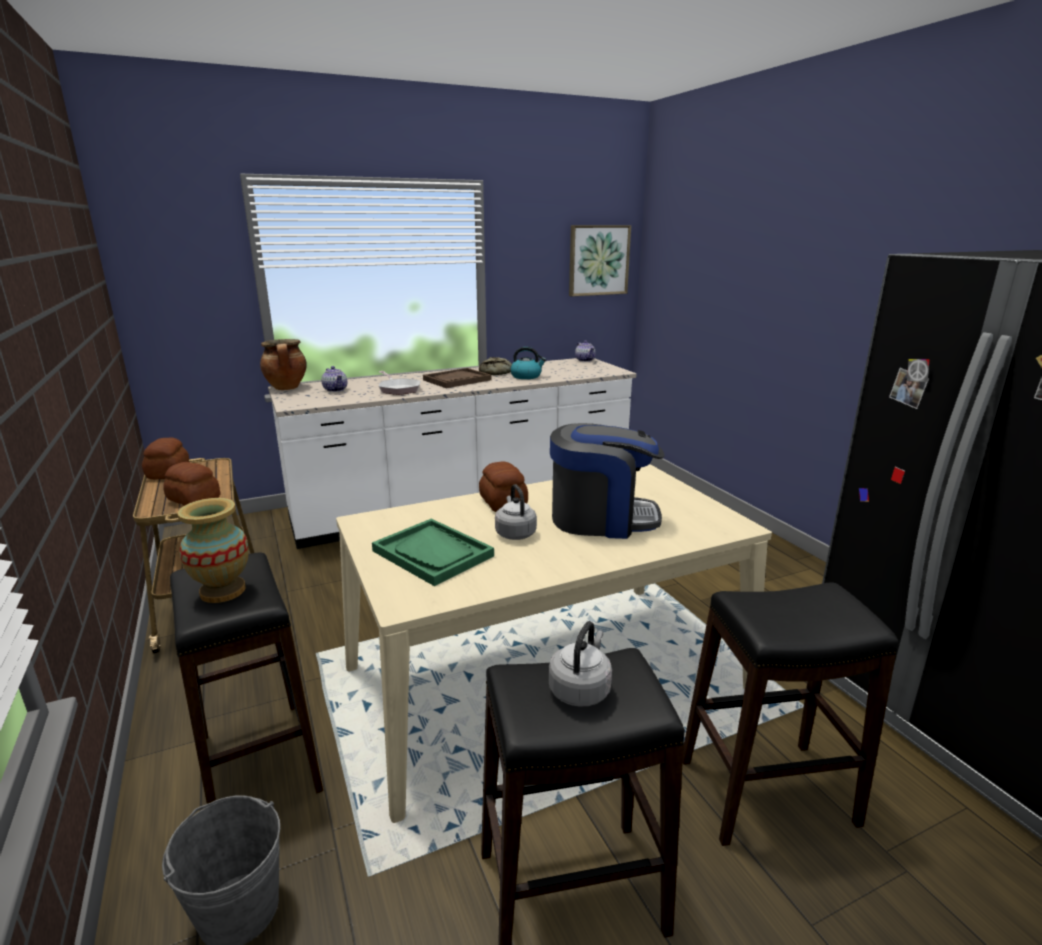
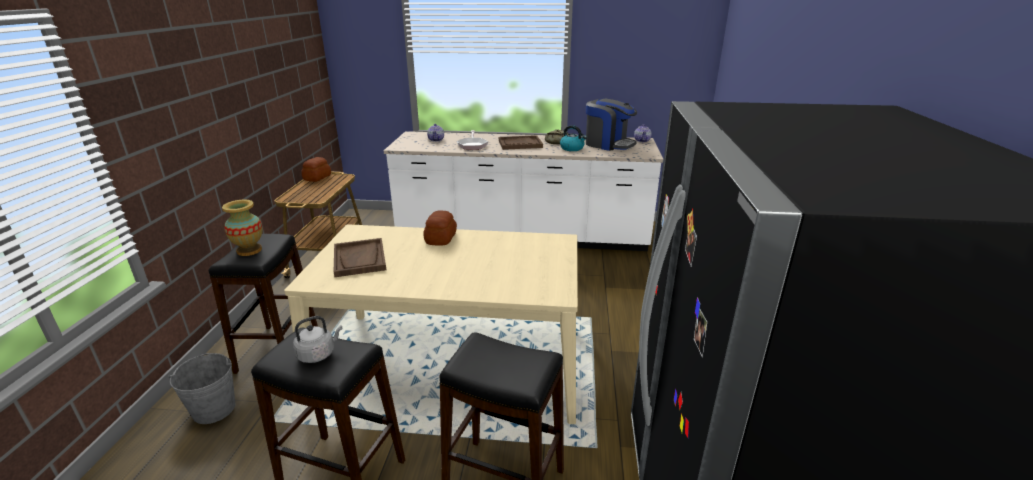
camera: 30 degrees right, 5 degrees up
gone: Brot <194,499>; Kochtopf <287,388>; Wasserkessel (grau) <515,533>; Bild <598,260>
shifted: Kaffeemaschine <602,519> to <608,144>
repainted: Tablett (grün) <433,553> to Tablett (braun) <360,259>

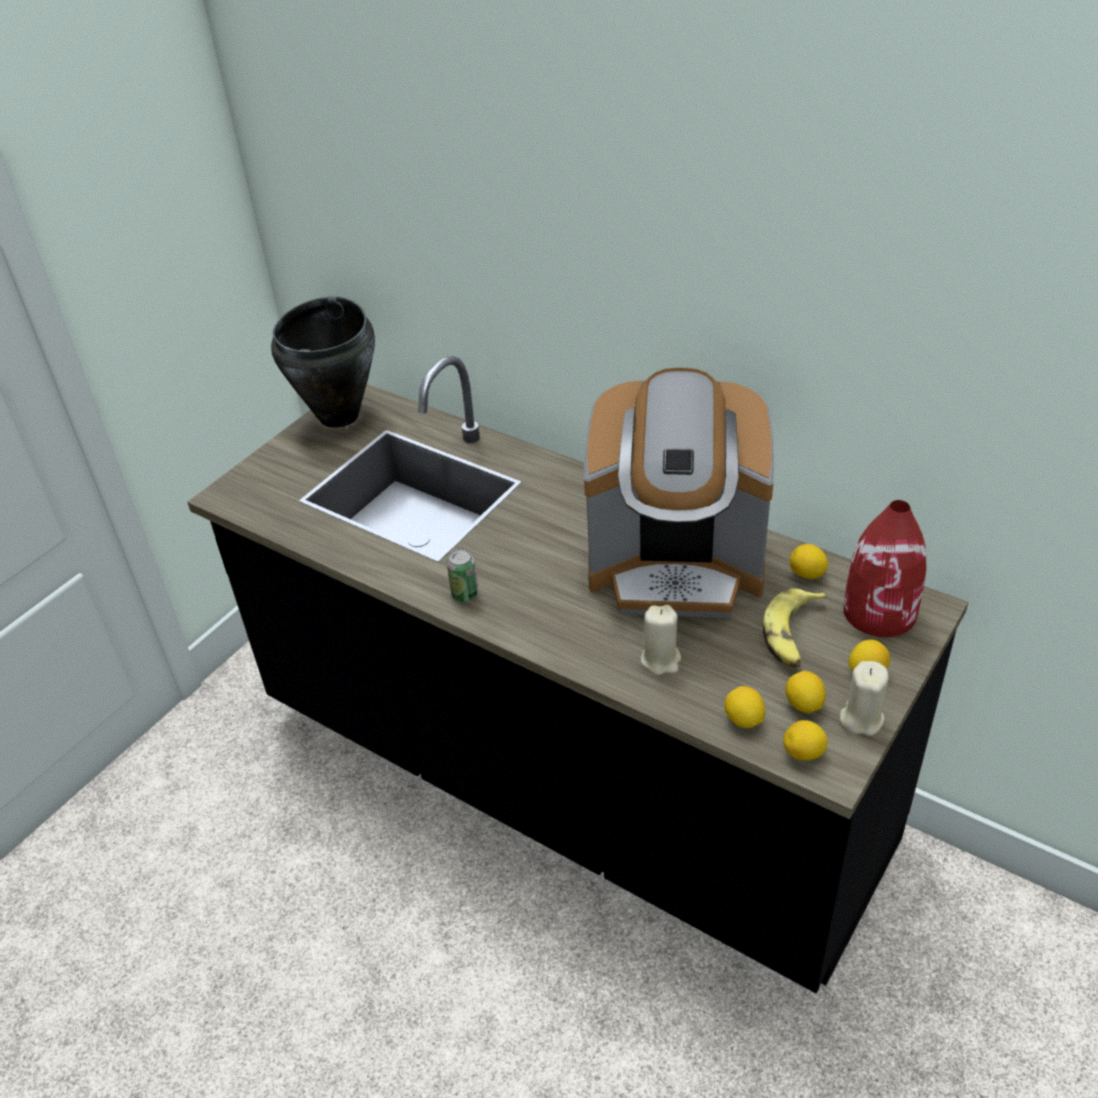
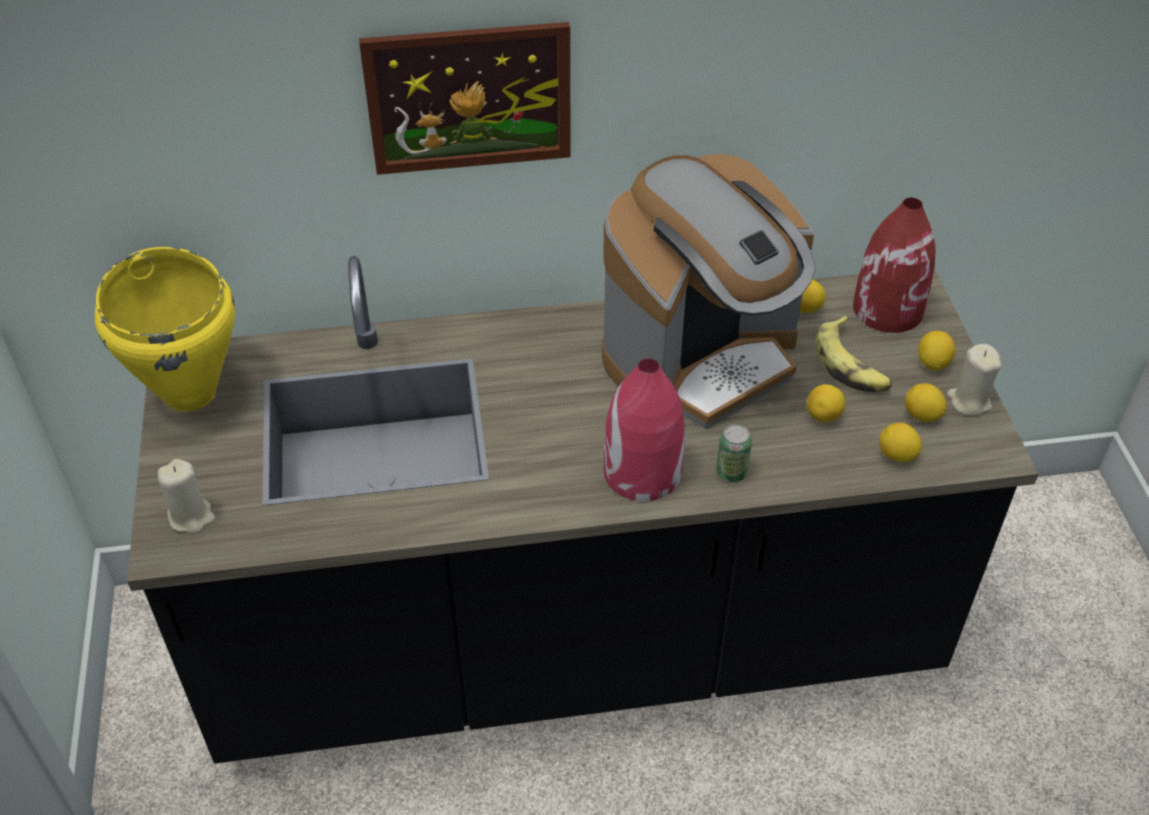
camera: 45 degrees left, 5 degrees up
new: Bild <469,98>; Vase (rot) <642,472>
shifted: Dose <465,595> to <731,472>; Kerze (beige) <661,659> to <191,516>; Zitrone <803,753> to <823,416>
repainted: Kochtopf (schwarz) <340,416> to Kochtopf (gelb) <191,392>

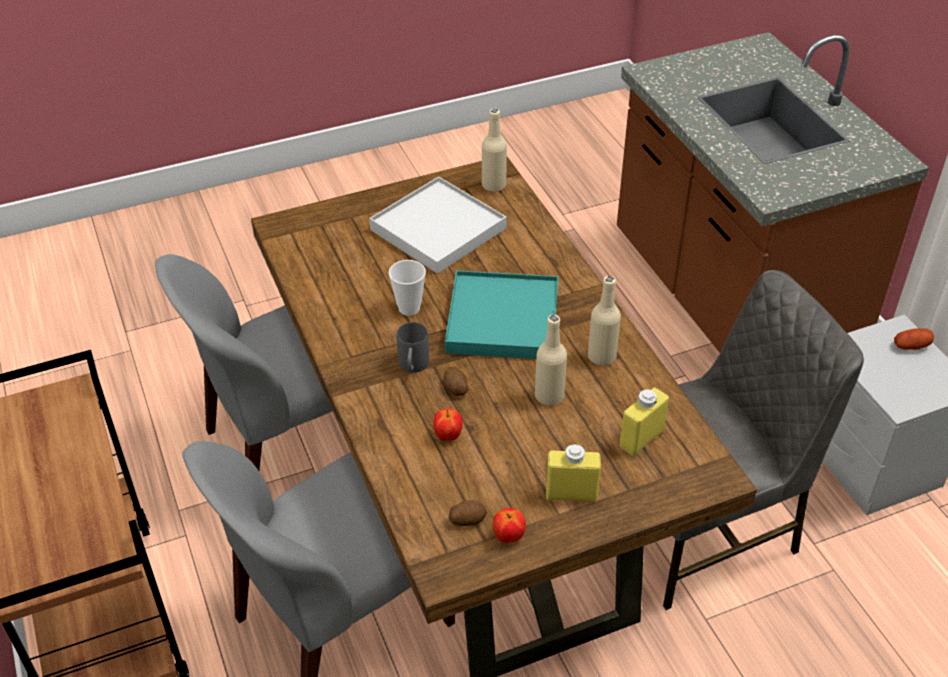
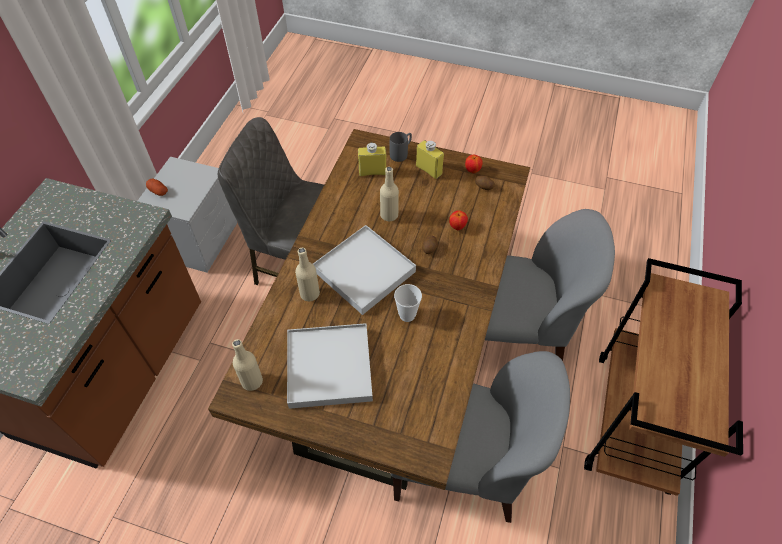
camera: 140 degrees left, 10 degrees up
shifted: Henkelbecher (grau) <413,367> to <401,153>; Flasche (beige) <601,356> to <309,294>
repainted: Tablett (türkis) <502,319> to Tablett (weiß) <364,271>

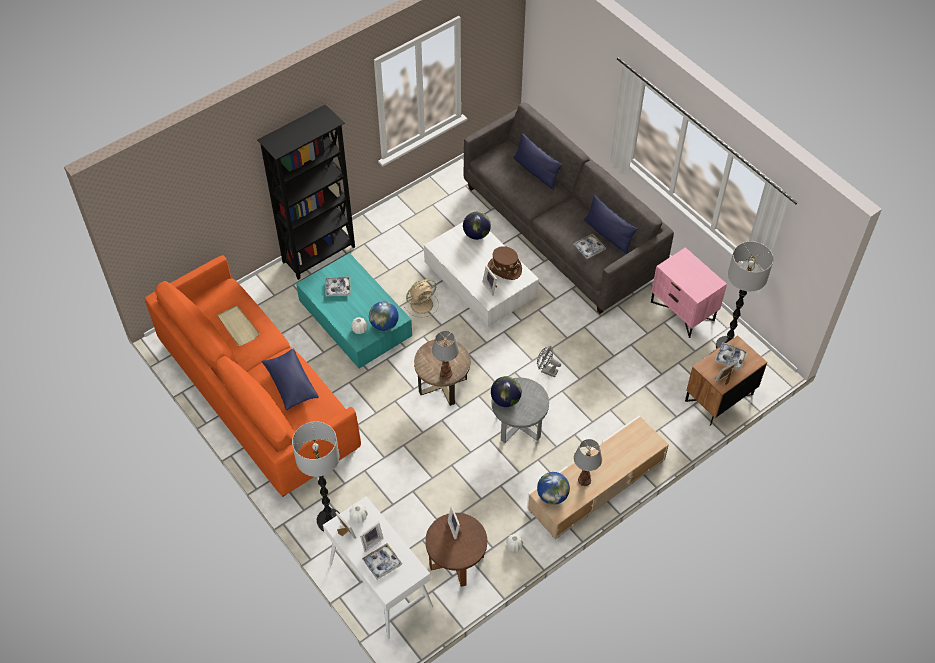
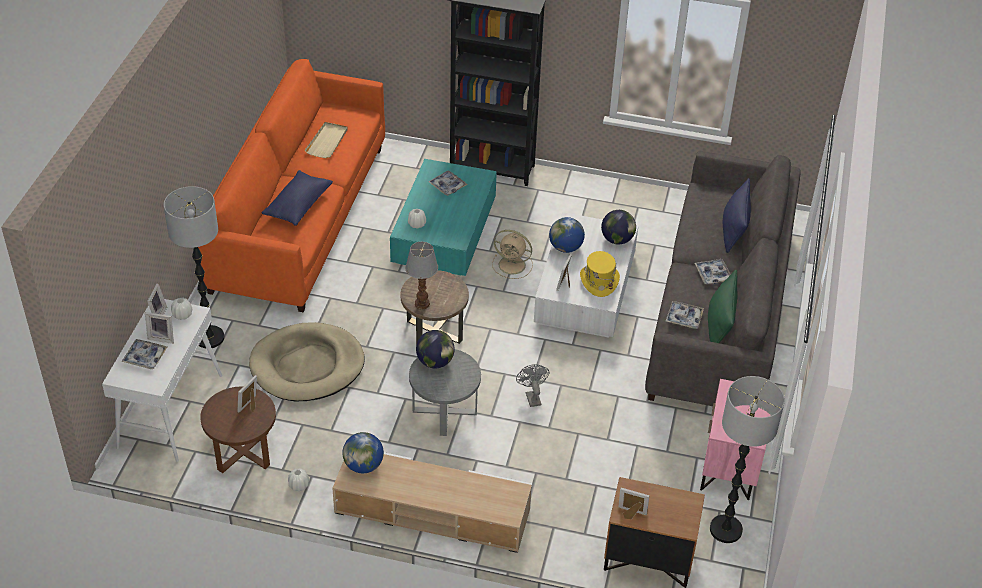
camera: 50 degrees right, 10 degrees down
gone: Tischlampe <585,480>
new: Hundebett (beige) <307,366>
shifted: Globus <384,324> to <565,248>; Tablett <730,358> to <713,274>
repainted: Hut (braun) <504,268> to Hut (gelb) <598,281>; Kissen (blau) <608,235> to Kissen (grün) <720,323>

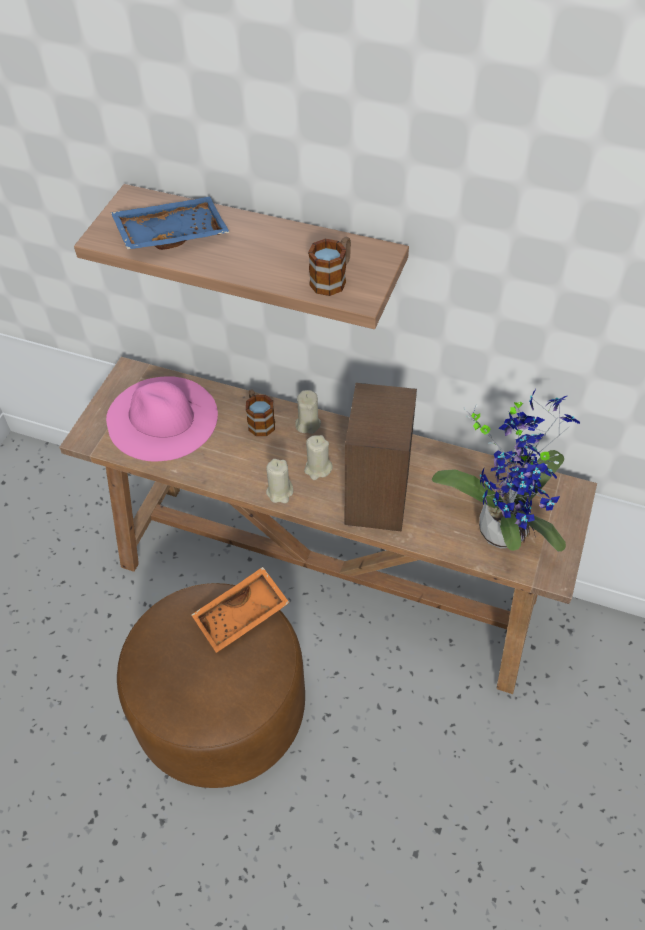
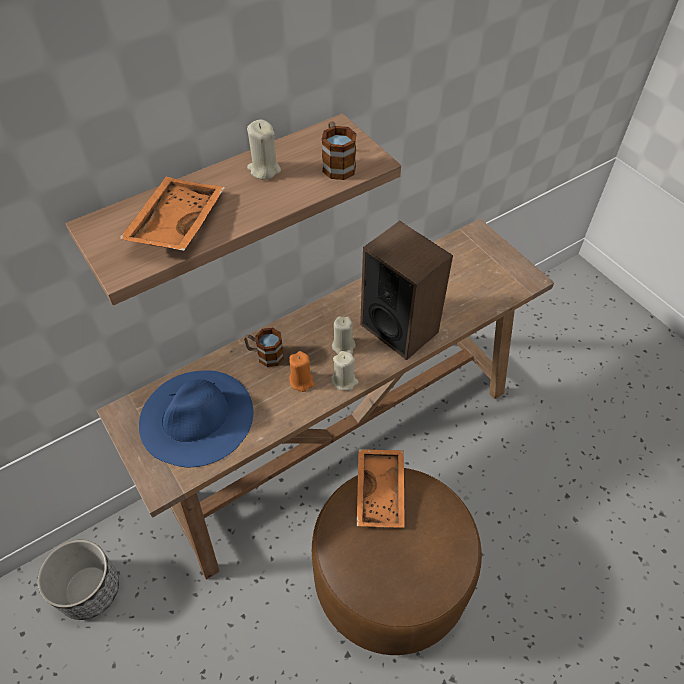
camera: 55 degrees left, 0 degrees up
gone: Topfpflanze <504,525>
new: Pflanzkübel <90,589>; Kerze (orange) <301,381>
shifted: Kerze (beige) <308,424> to <264,169>
repainted: Hut (rosa) <161,418> to Hut (blau) <196,417>; Tablett (blau) <172,234> to Tablett (orange) <175,224>

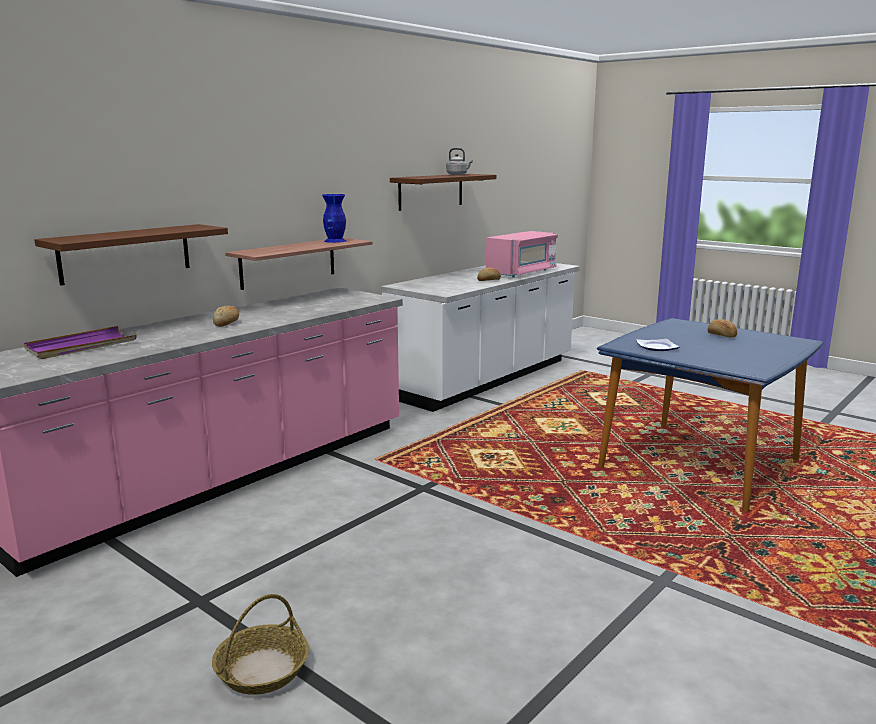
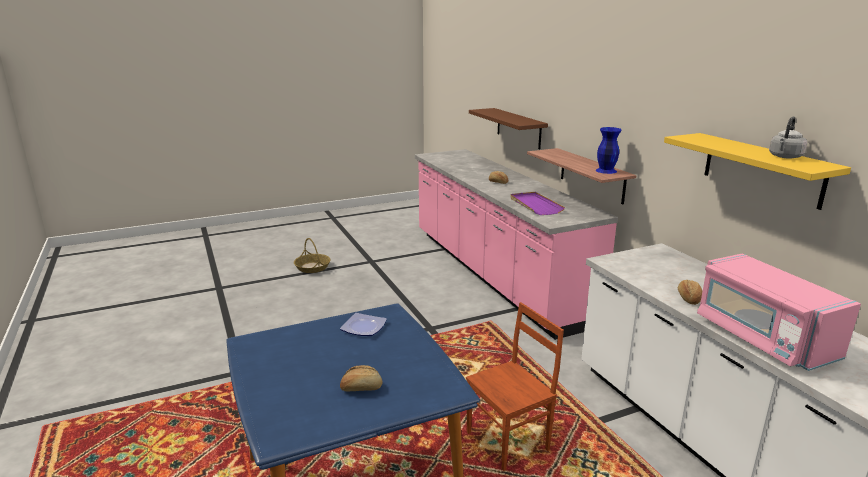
camera: 115 degrees right, 5 degrees up
new: Stuhl (braun) <509,441>
shifted: Tablett (lila) <81,346> to <535,205>
repainted: Wandregal (braun) <431,191> to Wandregal (gelb) <762,169>

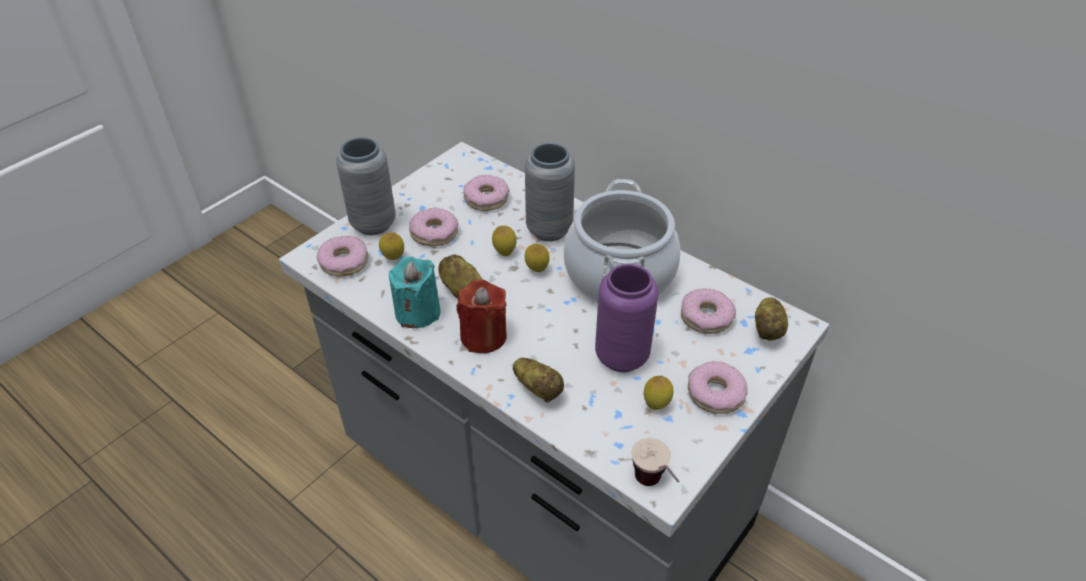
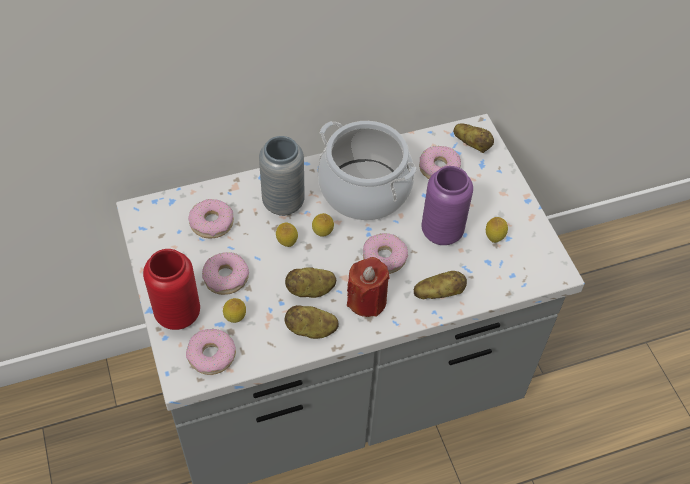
camera: 60 degrees left, 10 degrees up
gone: Tasse <654,488>
shifted: Donut <715,393> to <384,257>
swapped: Kerze (türkis) <417,312> to Kartoffel <311,330>
repainted: Vase (grau) <373,224> to Vase (rot) <178,314>

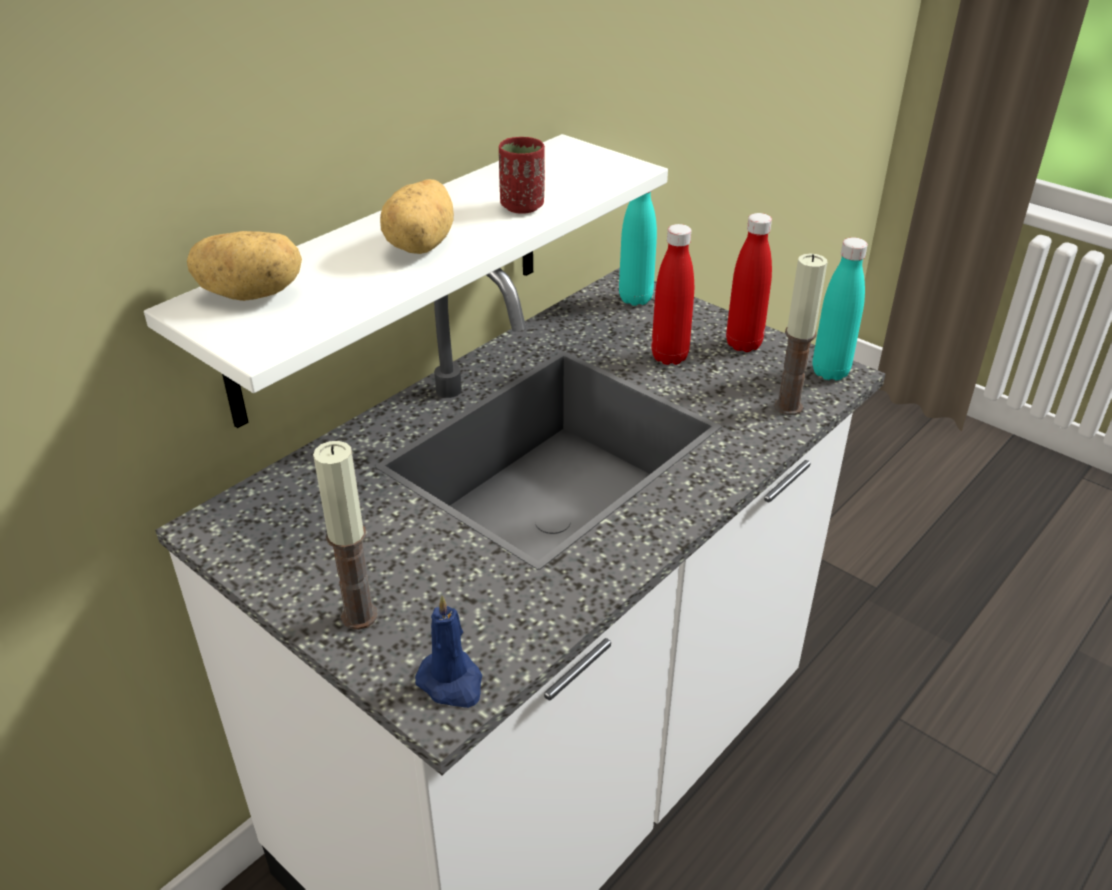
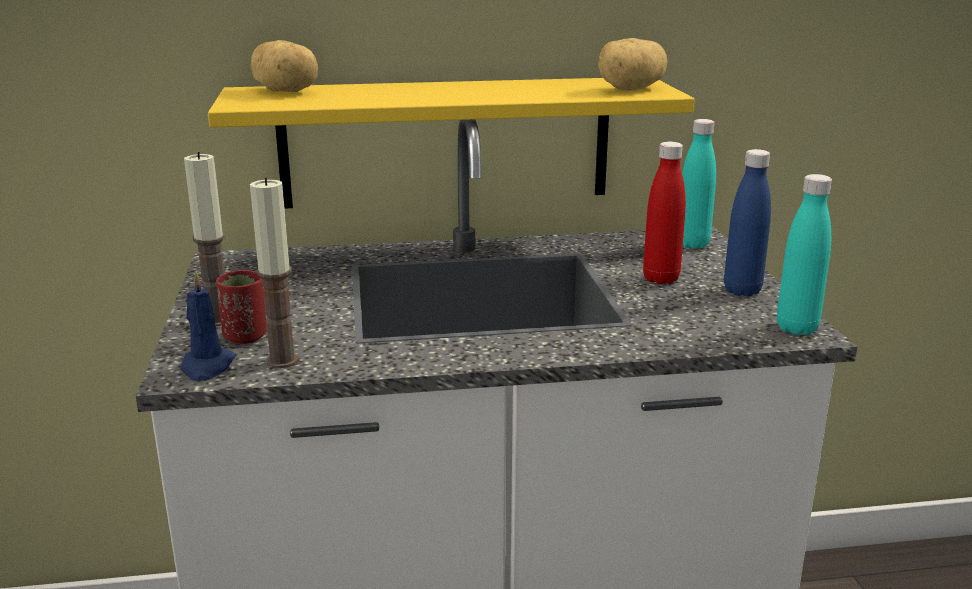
camera: 40 degrees right, 15 degrees down
shifted: Kartoffel <423,245> to <632,89>; Tasse (rot) <522,206> to <245,336>; Kerze <788,407> to <282,360>
repainted: Wandregal (weiß) <391,276> to Wandregal (gelb) <446,142>; Flasche (rot) <743,344> to Flasche (blau) <742,290>

